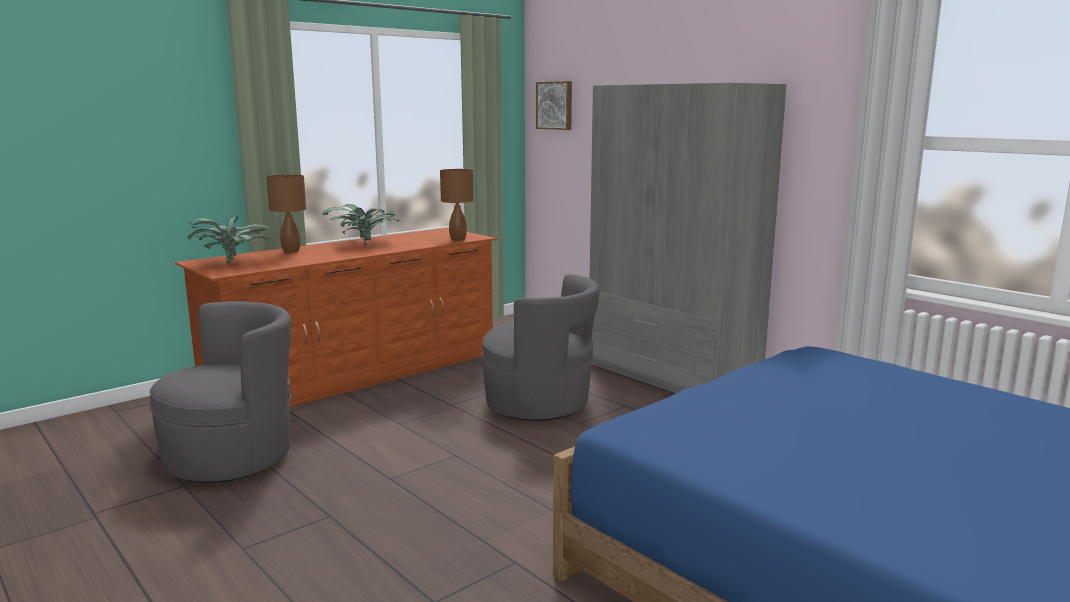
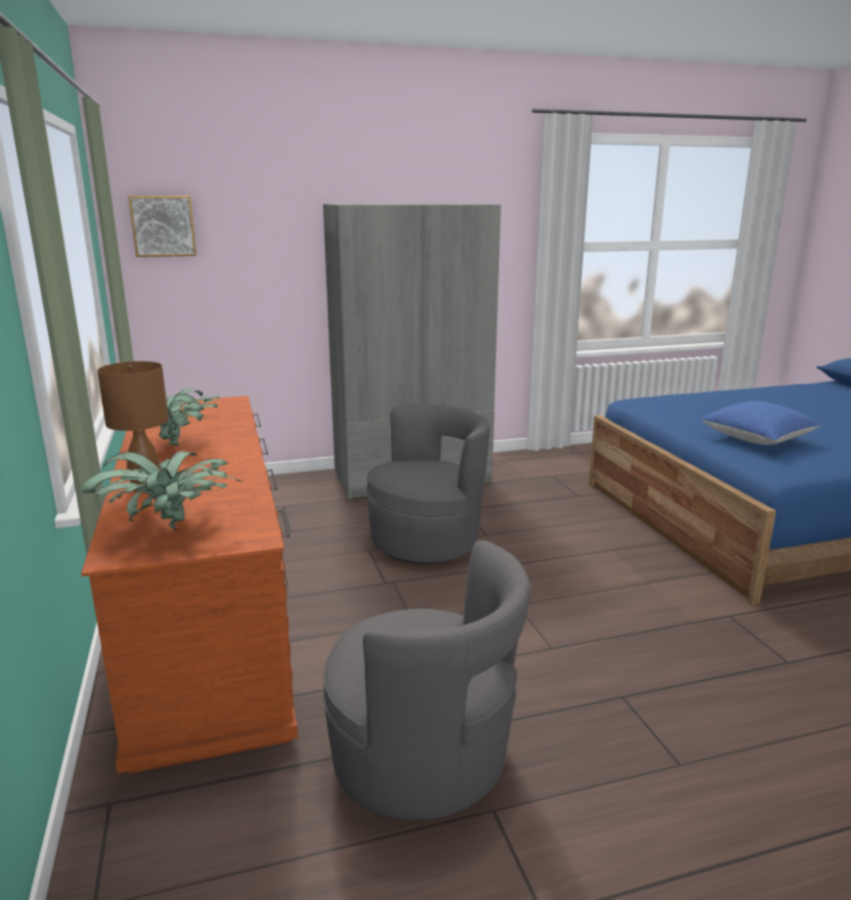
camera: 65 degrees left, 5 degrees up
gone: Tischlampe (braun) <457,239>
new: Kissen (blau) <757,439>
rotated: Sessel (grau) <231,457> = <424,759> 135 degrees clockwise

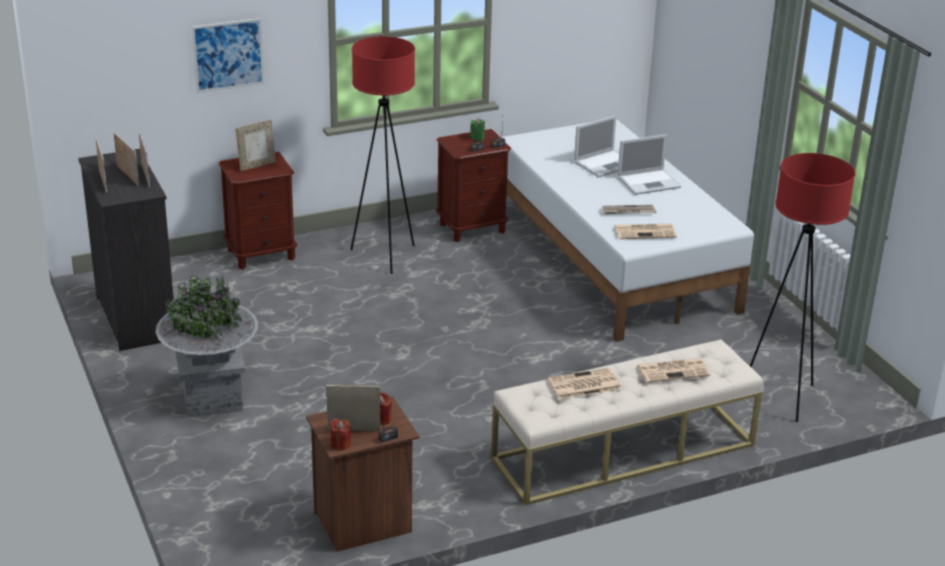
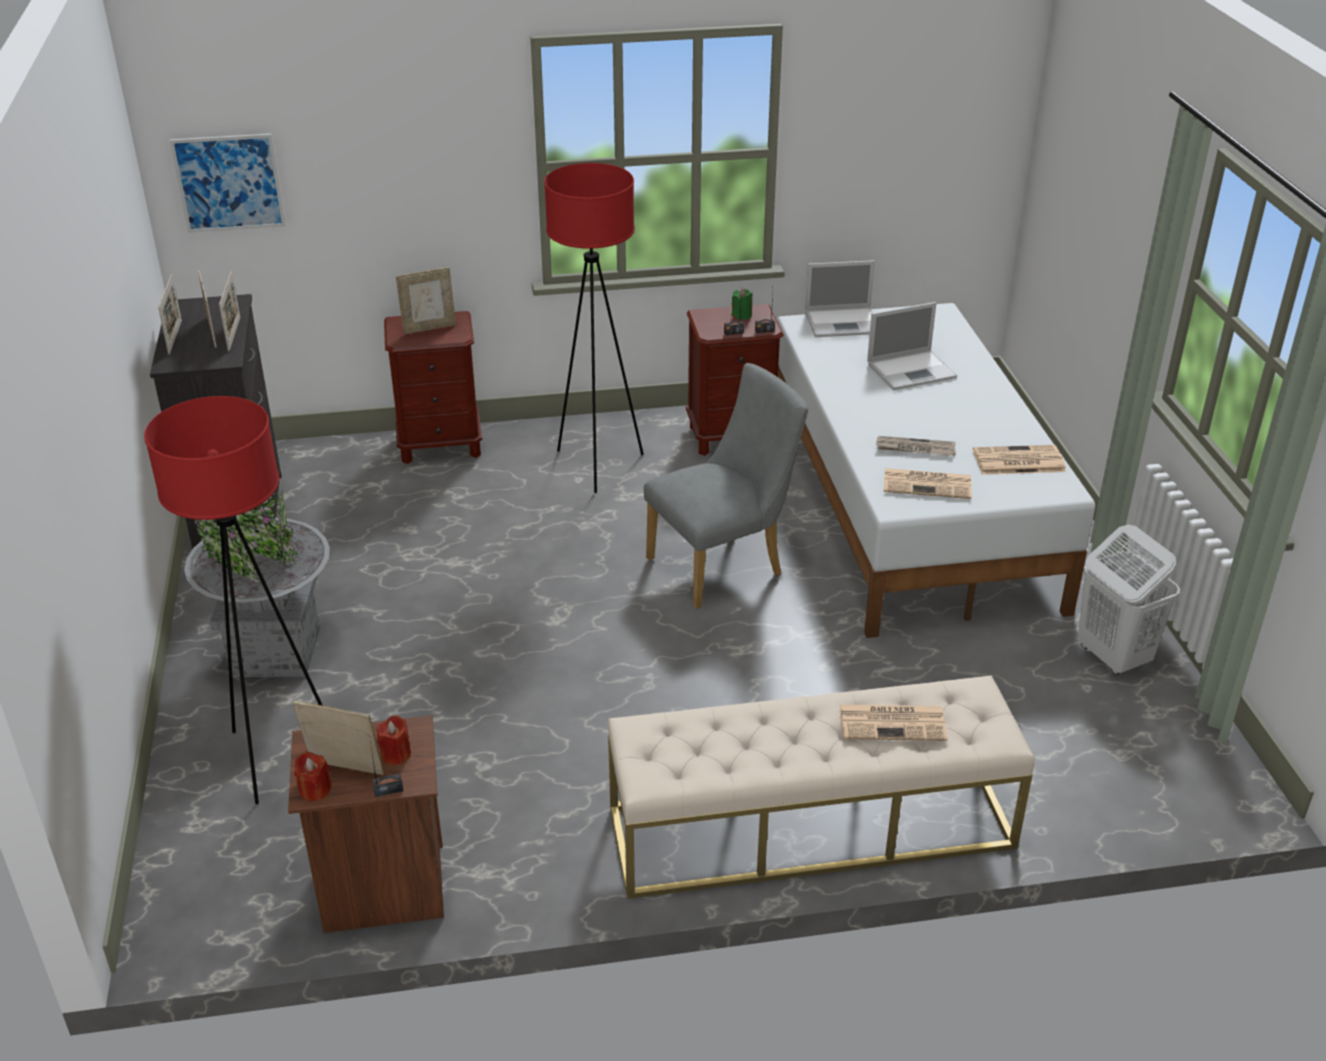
camera: 15 degrees right, 5 degrees up
new: Stuhl (grau) <724,565>; Wäschekorb (weiß) <1112,656>
shifted: Bild <228,55> to <229,183>; Zeitung <583,385> to <1017,461>; Laptop <649,182> to <844,322>; Stehlampe (rot) <782,397> to <275,757>

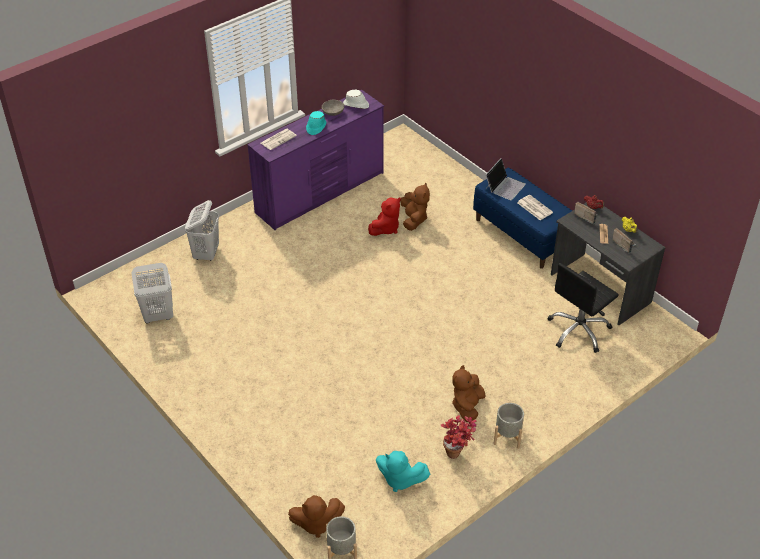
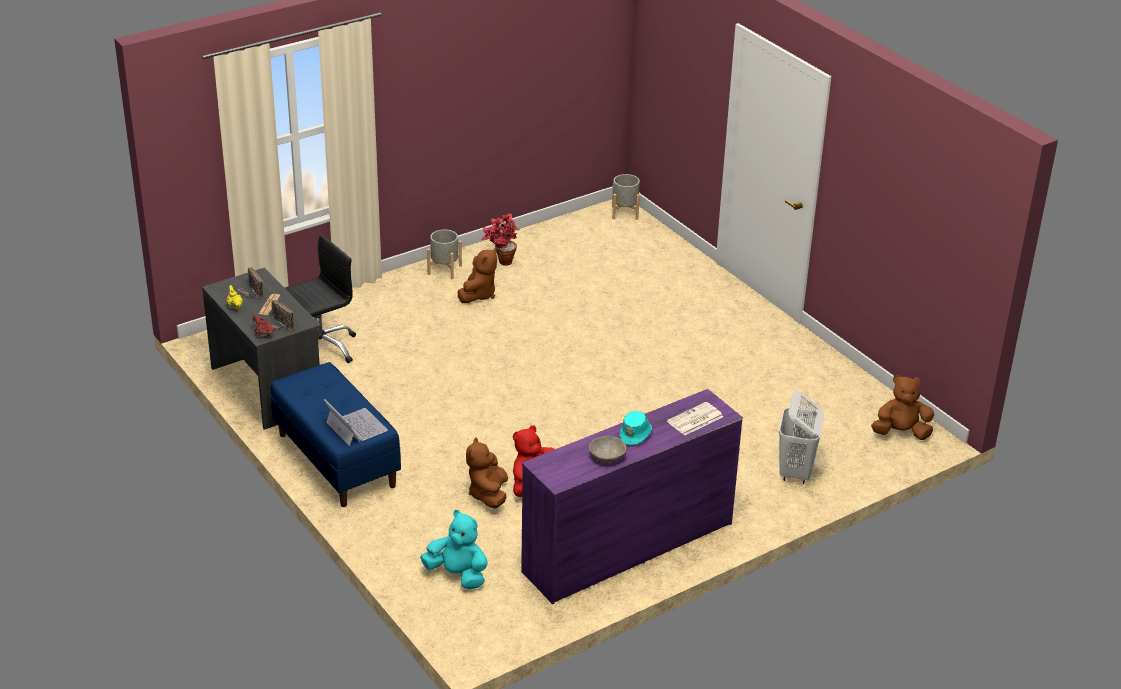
camera: 175 degrees left, 10 degrees down
gone: Wäschekorb (weiß) <158,316>; Hut (weiß) <356,105>; Zeitung <534,207>
shifted: Plüschtier (braun) <316,523> to <900,433>; Plüschtier (türkis) <400,479> to <457,575>
rotated: Laptop <504,186> = <355,427> 105 degrees clockwise

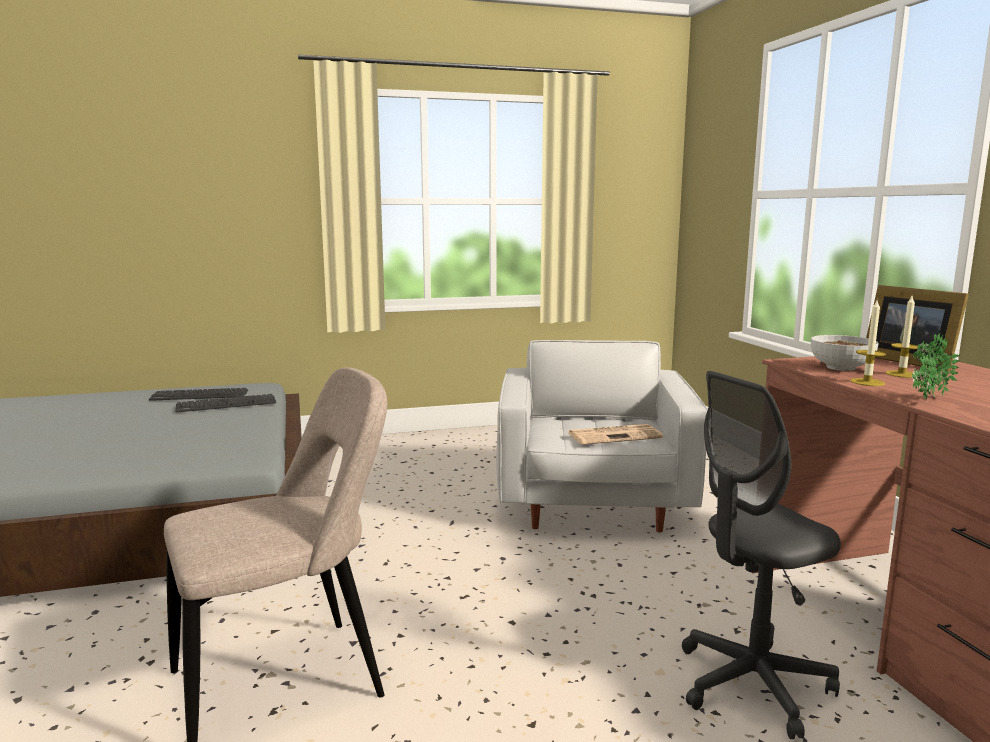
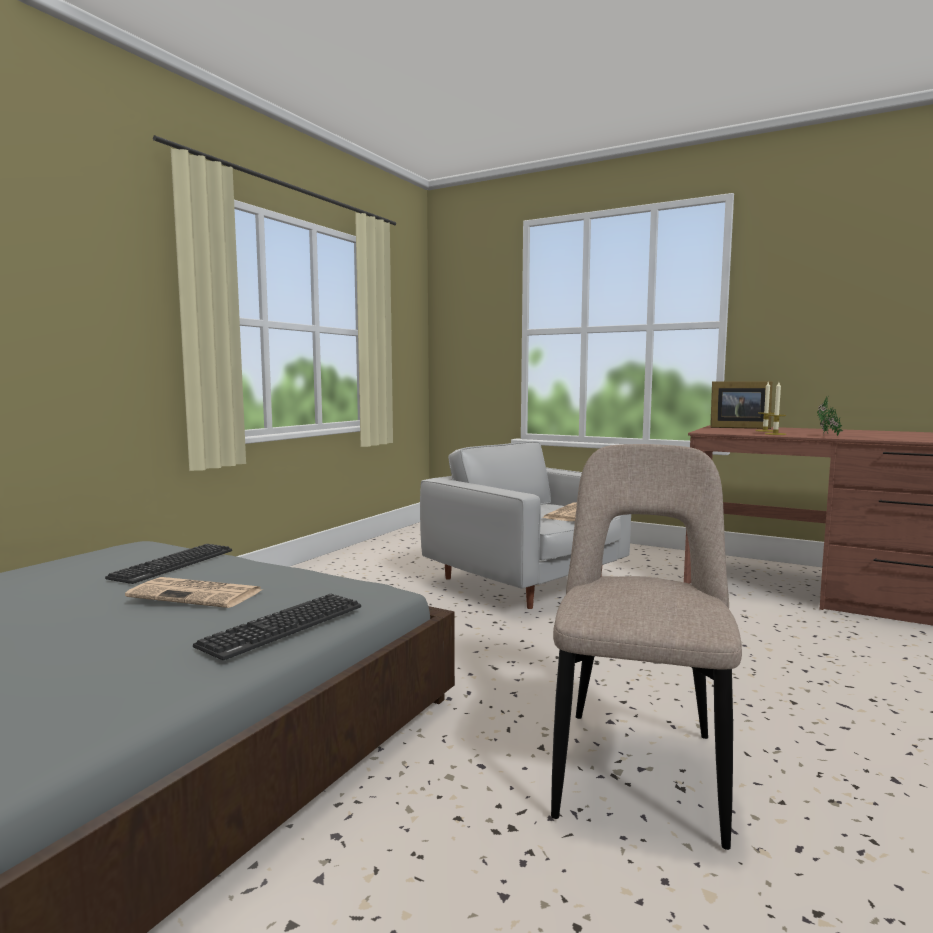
camera: 45 degrees left, 5 degrees down
gone: Bürostuhl (grau) <752,685>; Schüssel <841,368>
new: Zeitung <198,594>
shifted: Tastatur <199,396> to <284,626>

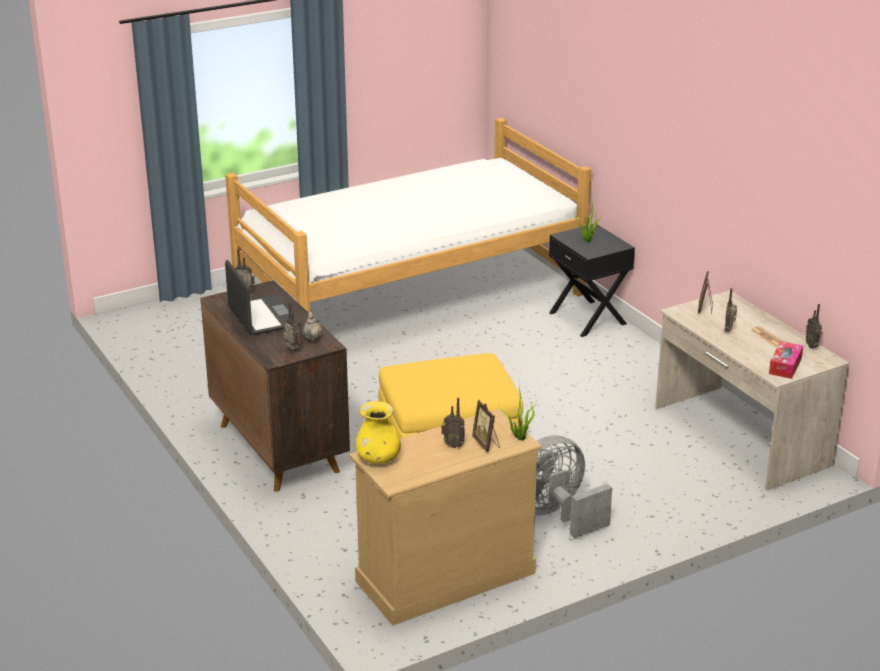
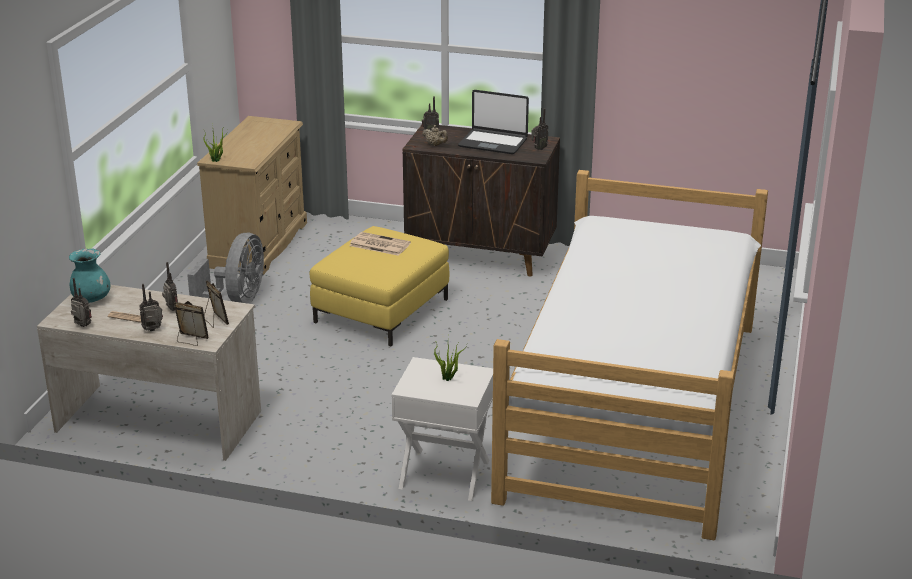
camera: 135 degrees right, 0 degrees up
gone: Vase (gelb) <378,459>
new: Zeitung <379,244>
shifted: Radio <453,445> to <154,331>; Bilderrahmen <486,443> to <191,340>
swapped: Taschentuchbox <785,366> to Vase (türkis) <91,299>
repainted: Nachttisch (schwarz) <588,318> to Nachttisch (weiß) <444,475>

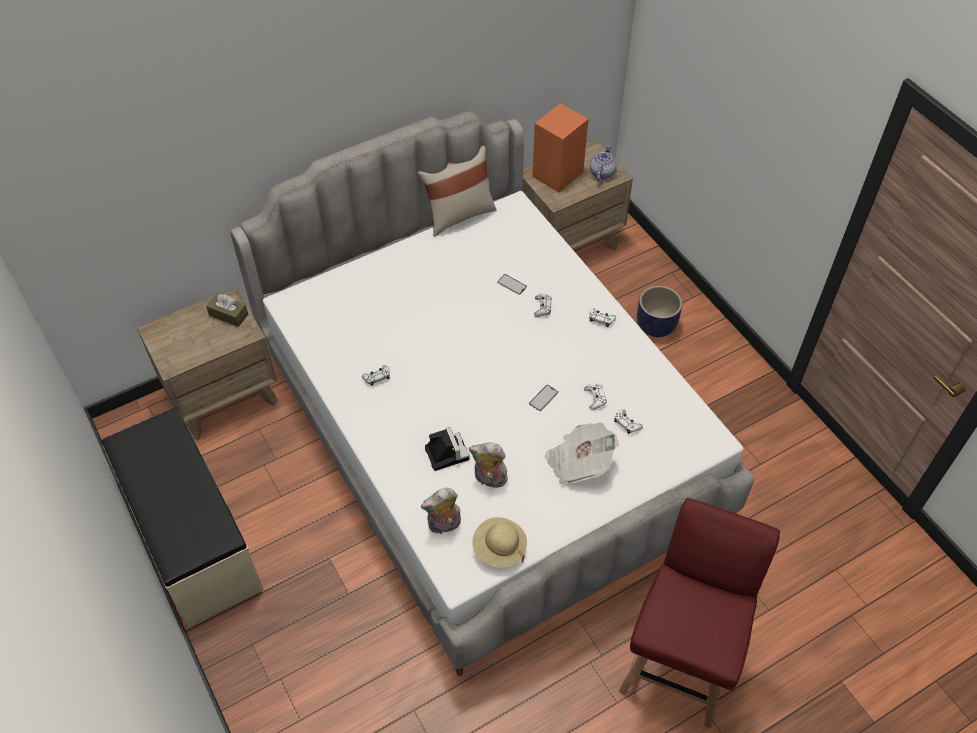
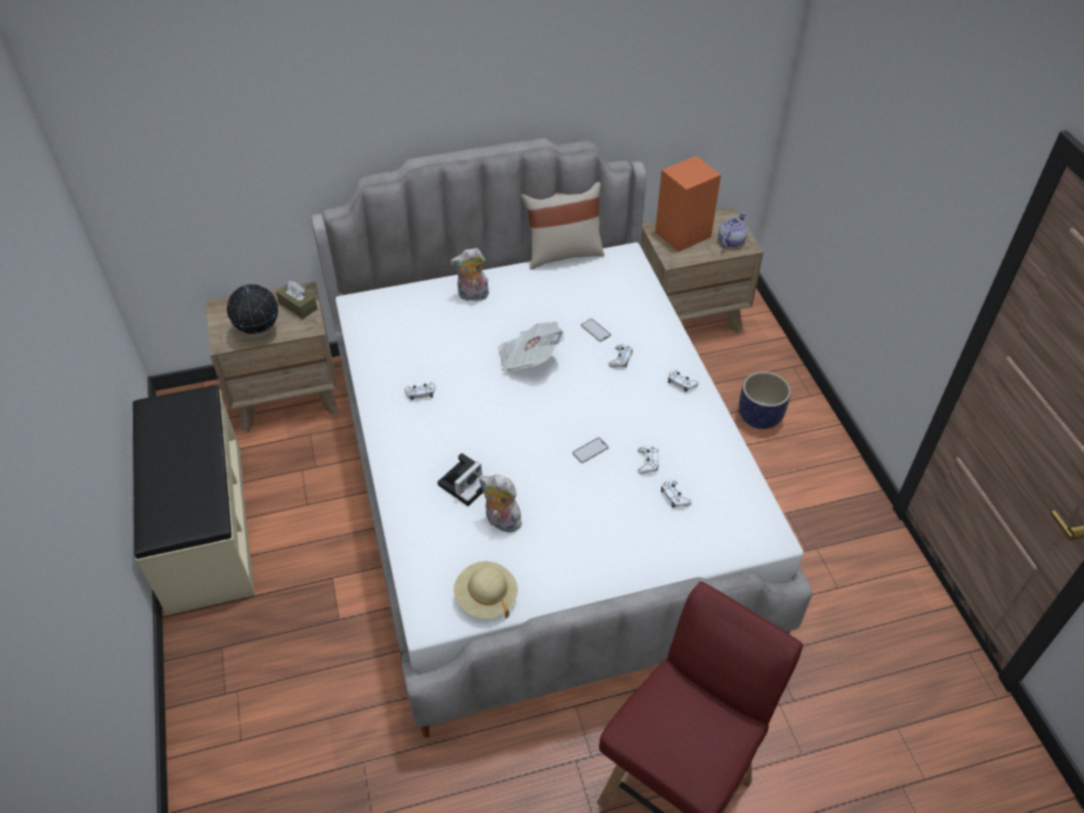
camera: 15 degrees right, 5 degrees down
new: Globus <259,332>
shifted: Plüschtier <444,526> to <472,296>; Zeitung <579,462> to <528,359>
rotated: Kamera <446,452> = <464,483> 45 degrees clockwise

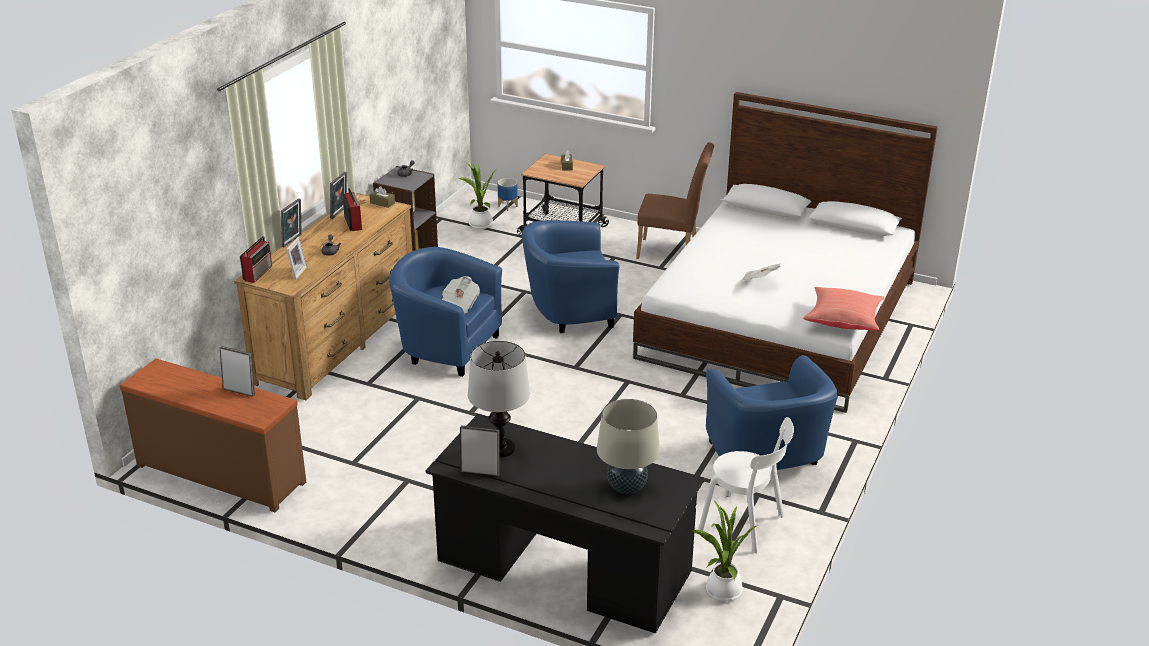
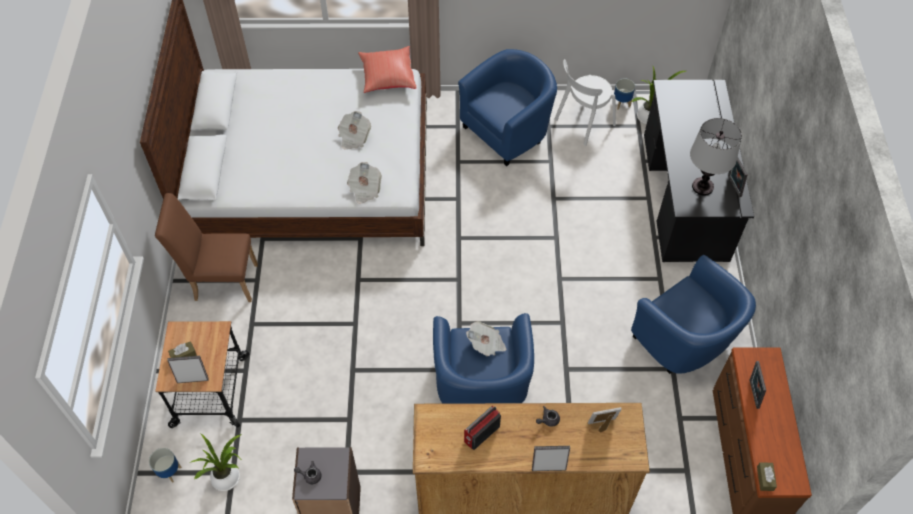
camera: 115 degrees left, 25 degrees up
gone: Radio <258,273>; Tischlampe (beige) <626,487>
new: Zeitung <365,189>; Pflanzkübel <622,103>
shifted: Bilderrahmen <340,213> to <193,379>; Taschentuchbox (braun) <382,203> to <765,478>; Sessel (blau) <568,311> to <685,342>
rotated: Stuhl (braun) <672,252> = <220,281> 75 degrees counterclockwise; Stuhl (weiß) <745,525> = <582,123> 135 degrees counterclockwise

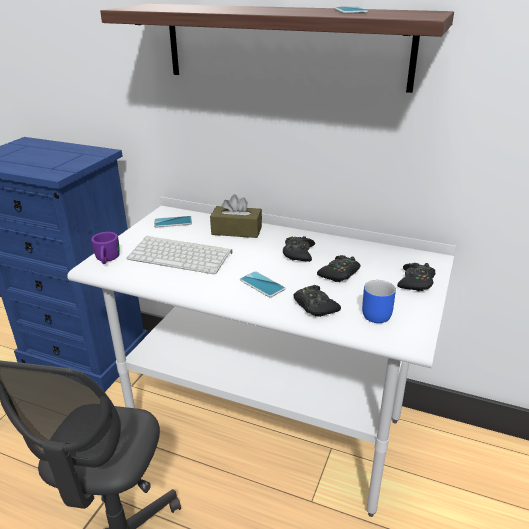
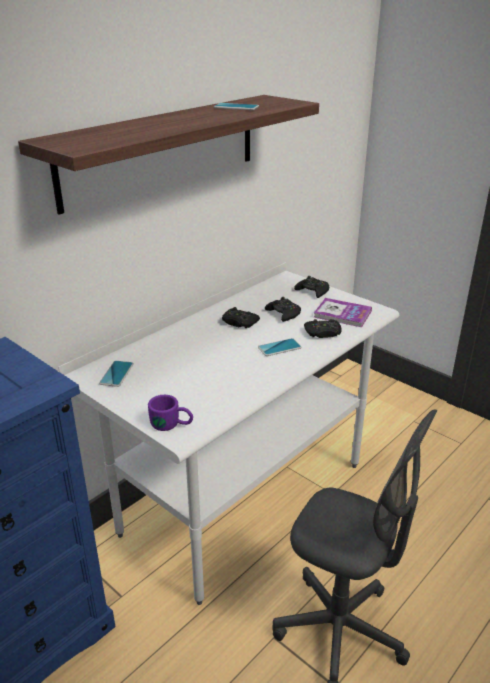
camera: 70 degrees left, 0 degrees up
gone: Tastatur <182,255>; Taschentuchbox (braun) <236,231>
swapped: Henkelbecher (blau) <375,312> to Buch <342,314>

